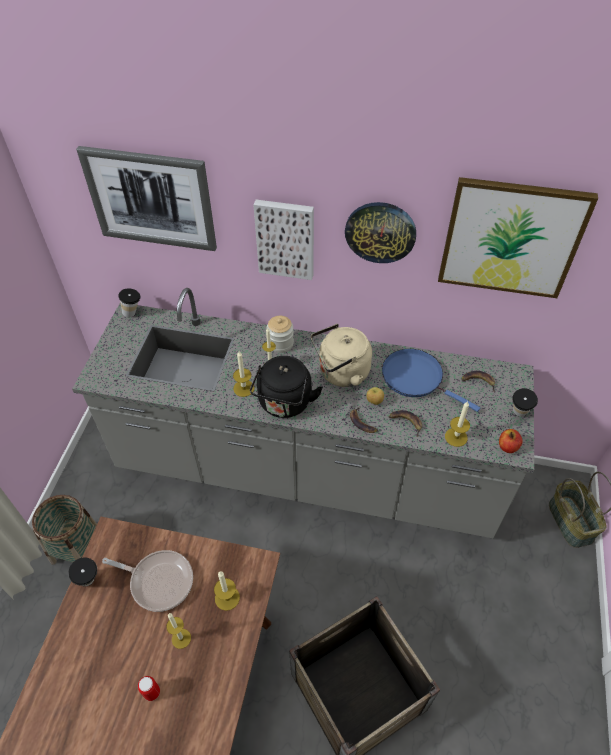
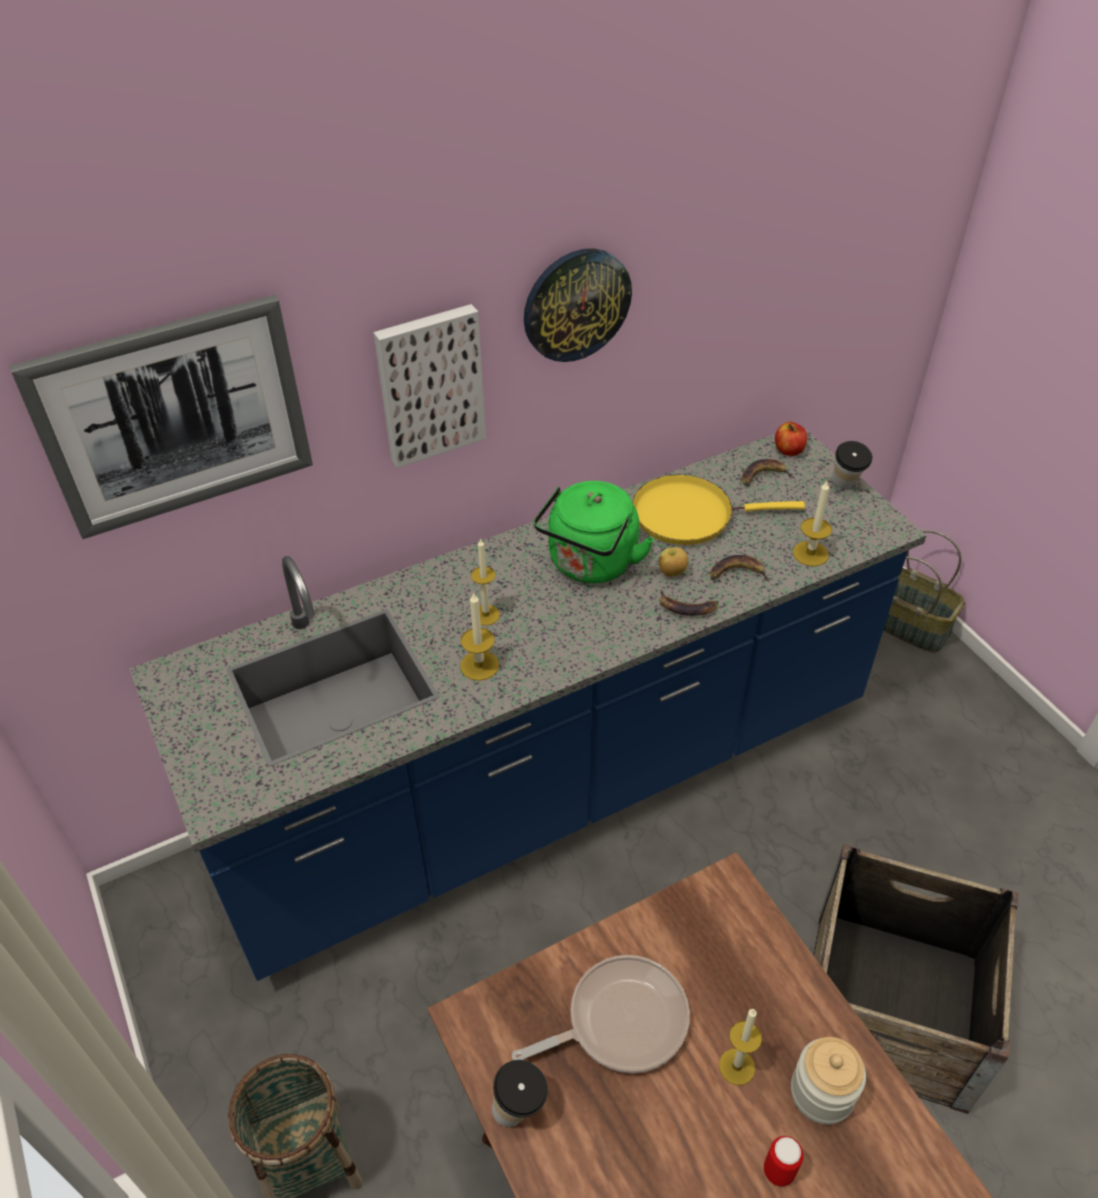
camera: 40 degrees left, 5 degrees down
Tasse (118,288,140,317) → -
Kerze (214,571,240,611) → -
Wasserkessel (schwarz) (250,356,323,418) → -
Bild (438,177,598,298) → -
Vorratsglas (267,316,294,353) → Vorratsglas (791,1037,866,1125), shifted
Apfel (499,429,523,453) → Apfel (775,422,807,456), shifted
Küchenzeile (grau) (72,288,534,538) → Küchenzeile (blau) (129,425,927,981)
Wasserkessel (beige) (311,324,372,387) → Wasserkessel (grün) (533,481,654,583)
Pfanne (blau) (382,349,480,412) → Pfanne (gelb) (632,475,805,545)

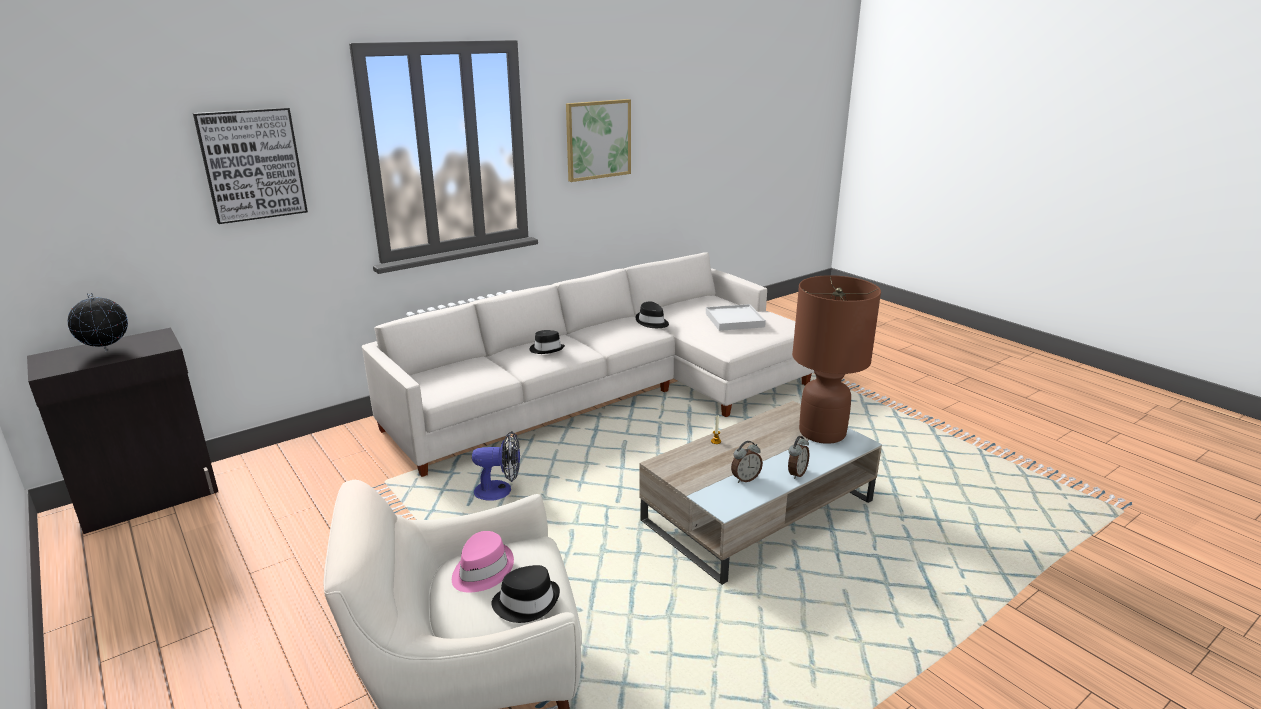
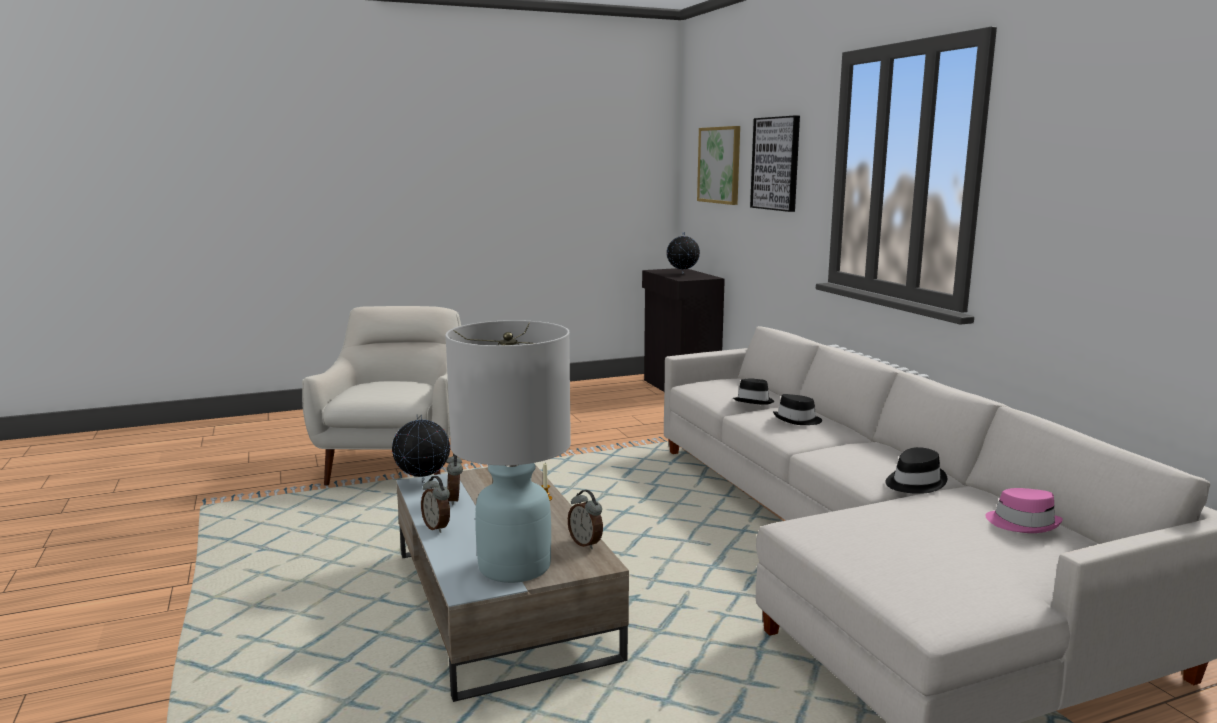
camera: 105 degrees right, 10 degrees down
Ventilator (472,431,520,501) → -
Tablett (weiß) (706,304,766,331) → -
- → Globus (392,414,450,483)
- → Wecker (568,490,603,549)
Hut (rosa) (452,531,514,592) → Hut (rosa) (985,488,1063,533), shifted
Hut (schwarz) (491,565,560,623) → Hut (schwarz) (733,378,774,405), shifted
Bild (566,99,631,182) → Bild (697,126,740,205), shifted
Tischlampe (braun) (792,275,881,444) → Tischlampe (weiß) (445,320,571,583)

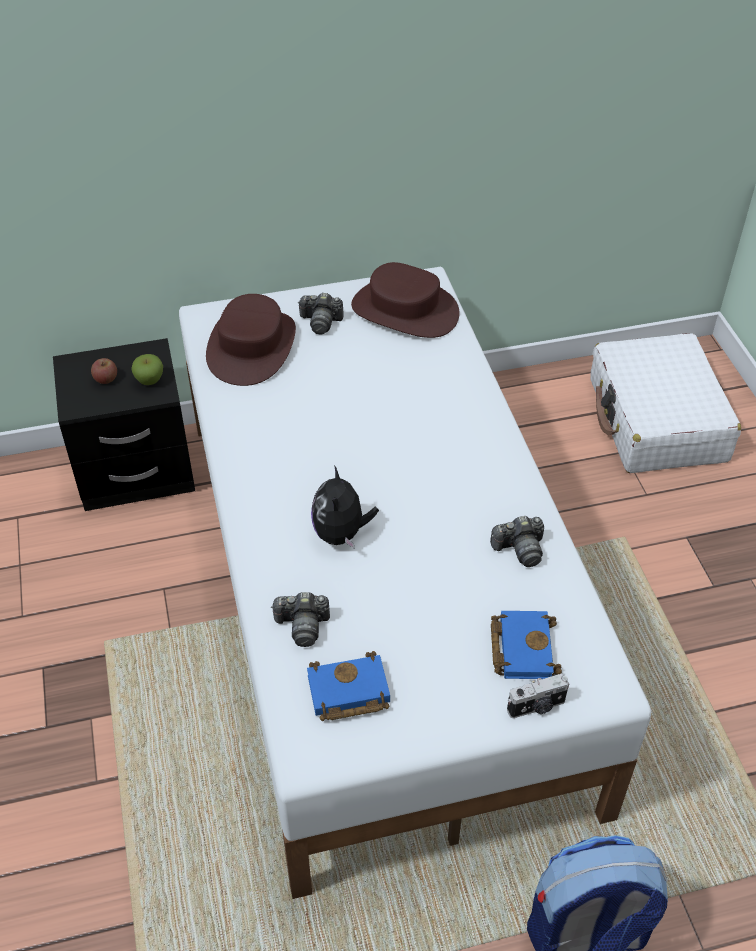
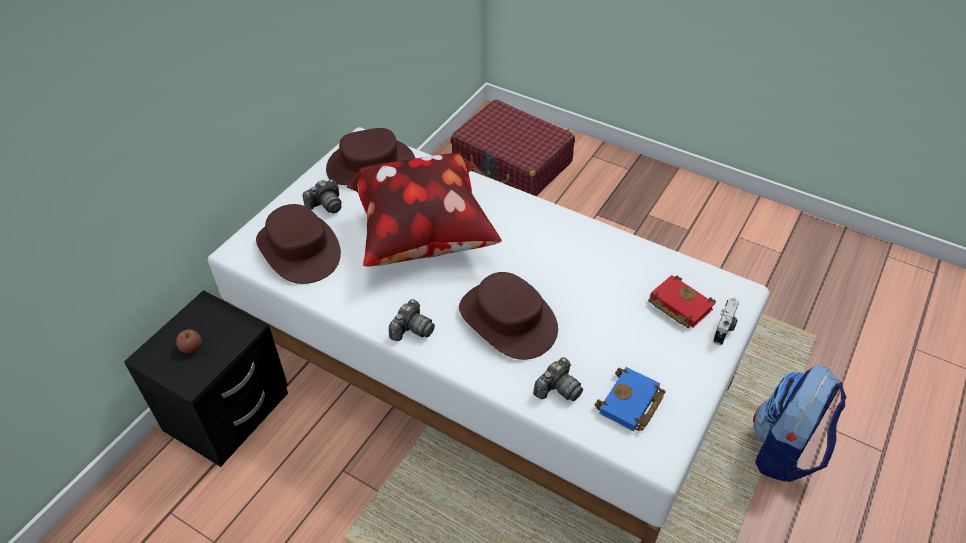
camera: 45 degrees left, 0 degrees up
Apfel (131,354,163,385) → -
- → Kissen (347,153,502,266)
Kamera (490,516,544,567) → Kamera (389,299,435,341), shifted
Plüschtier (311,465,379,548) → Hut (braun) (459,272,558,360)
Buch (blau) (491,611,562,679) → Buch (rot) (648,275,716,328)
Koffer (weiß) (590,333,741,473) → Koffer (rot) (450,100,575,196)

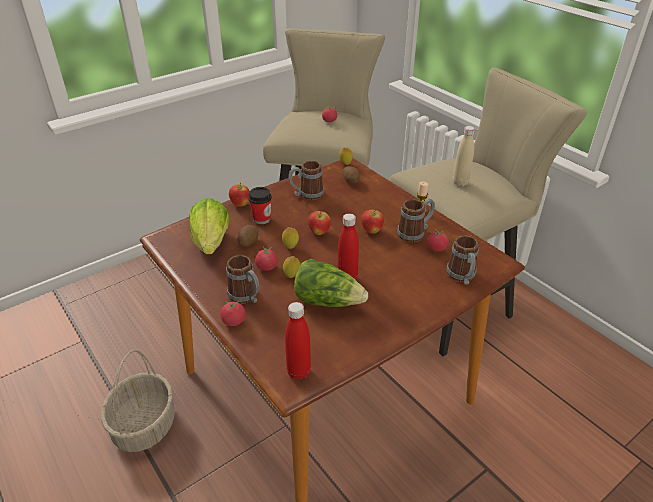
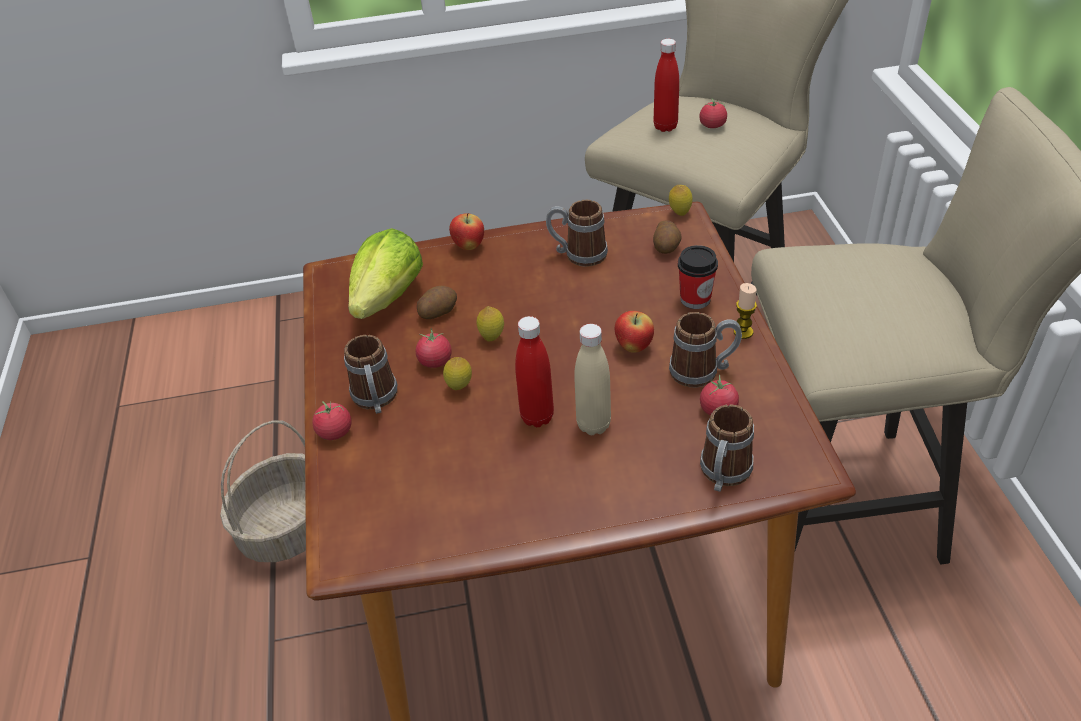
camera: 30 degrees right, 5 degrees up
Salatkopf (294,259,368,307) → -
Apfel (308,211,331,235) → -
Tasse (248,187,272,224) → Tasse (678,245,718,309), shifted
Flasche (rot) (285,302,311,380) → Flasche (rot) (653,39,679,132), shifted
Flasche (beige) (453,126,475,187) → Flasche (beige) (574,324,611,435), shifted

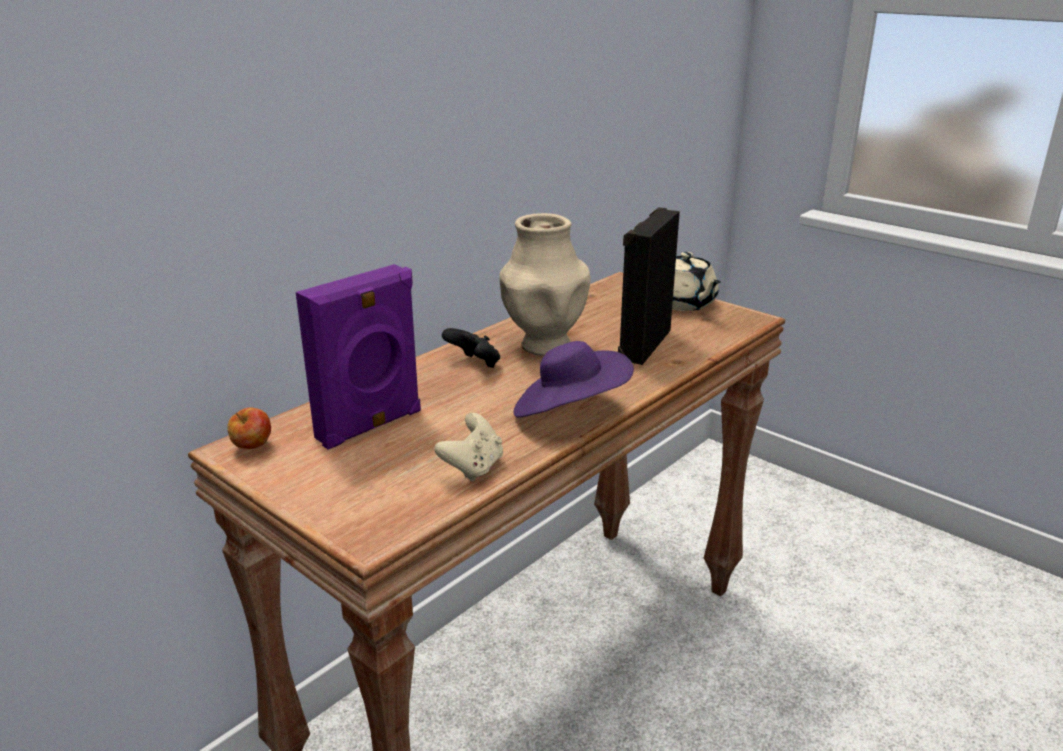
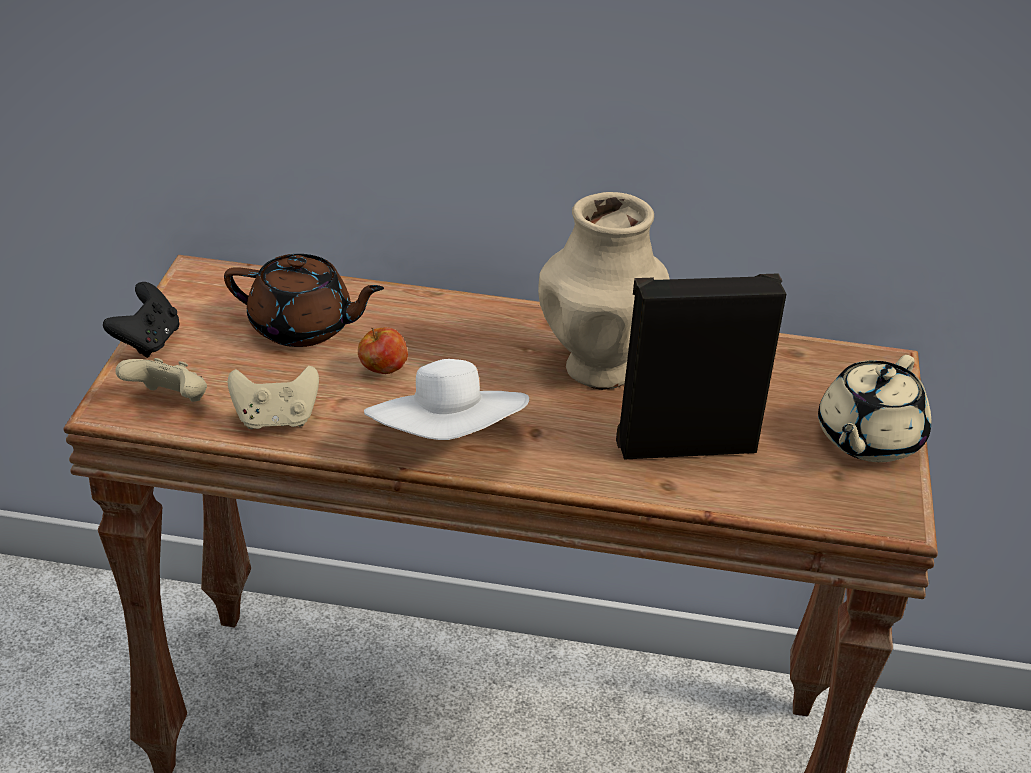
camera: 55 degrees right, 10 degrees up
- → Gamepad (beige) (115,358,207,402)
Apfel (227,407,271,449) → Apfel (358,327,408,374), shifted
Gamepad (schwarz) (442,328,500,368) → Gamepad (schwarz) (103,282,180,358), shifted
Lautsprecher (lila) (296,264,421,449) → Teekanne (braun) (224,254,384,347)
Hut (lila) (513,341,634,417) → Hut (weiß) (364,359,529,440)

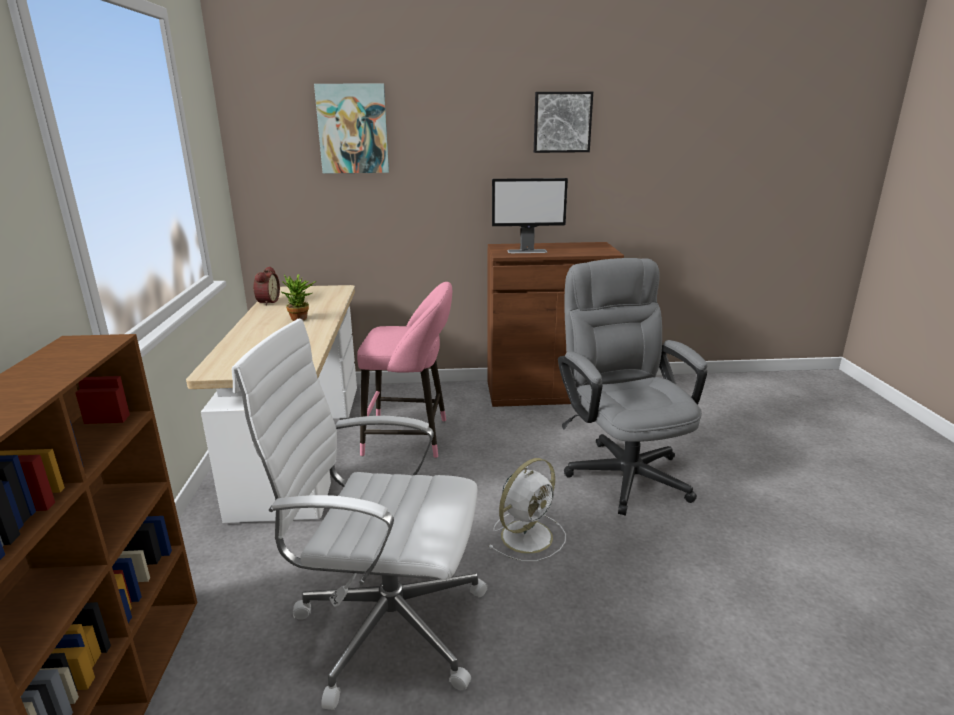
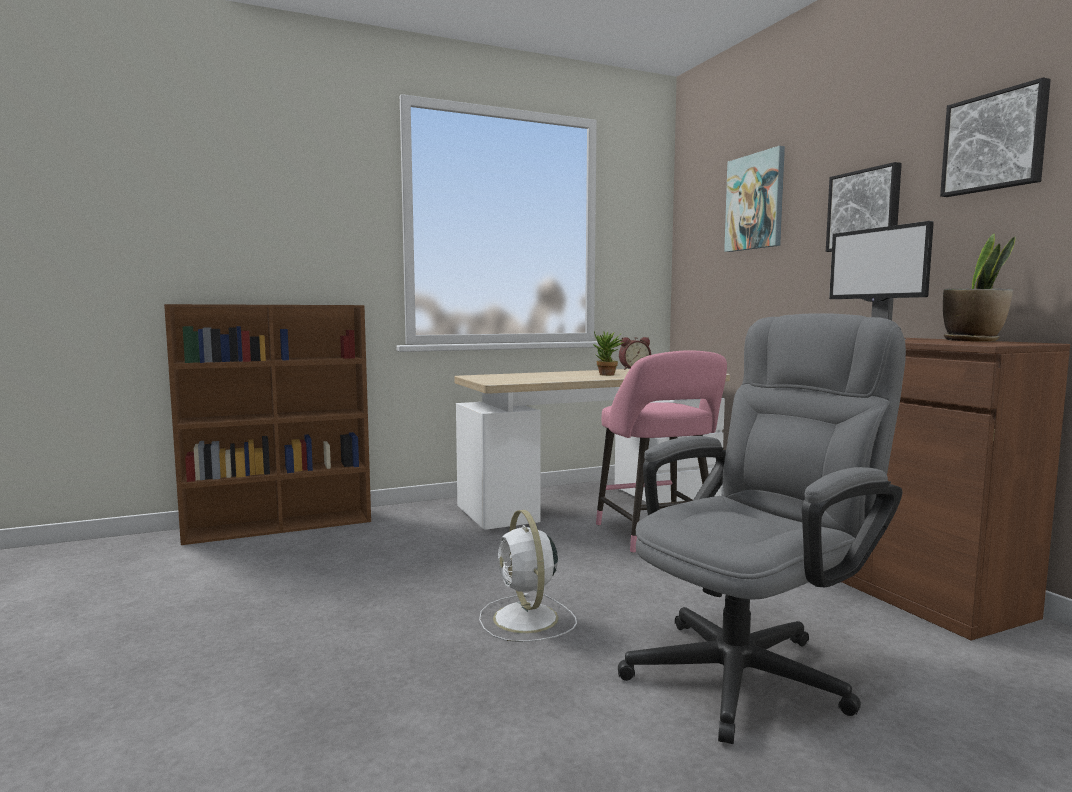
camera: 70 degrees right, 15 degrees down
Bürostuhl (weiß) (232,319,488,710) → -
- → Bild (826,162,902,252)
- → Topfpflanze (943,234,1016,342)
Ventilator (weiß) (488,458,566,562) → Ventilator (weiß) (479,510,577,642), 45 degrees clockwise

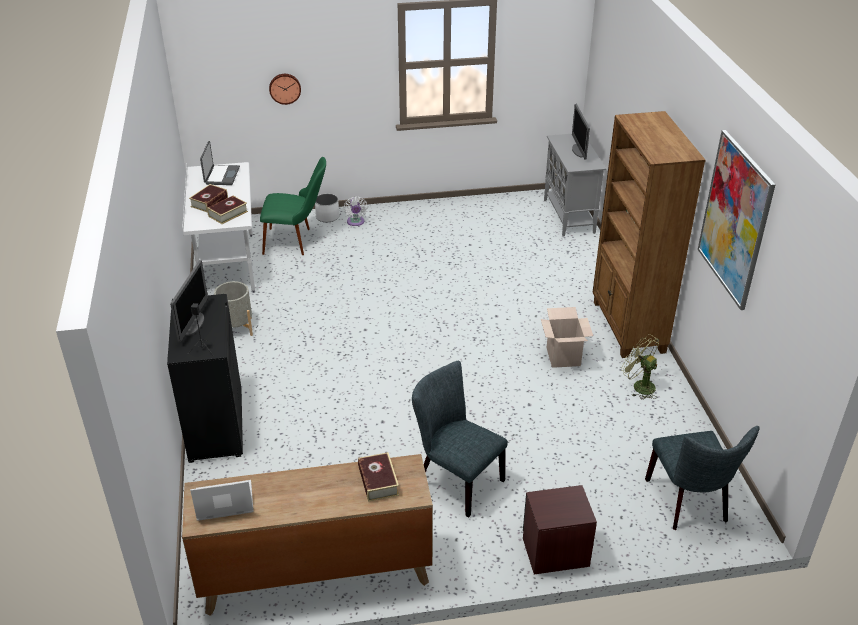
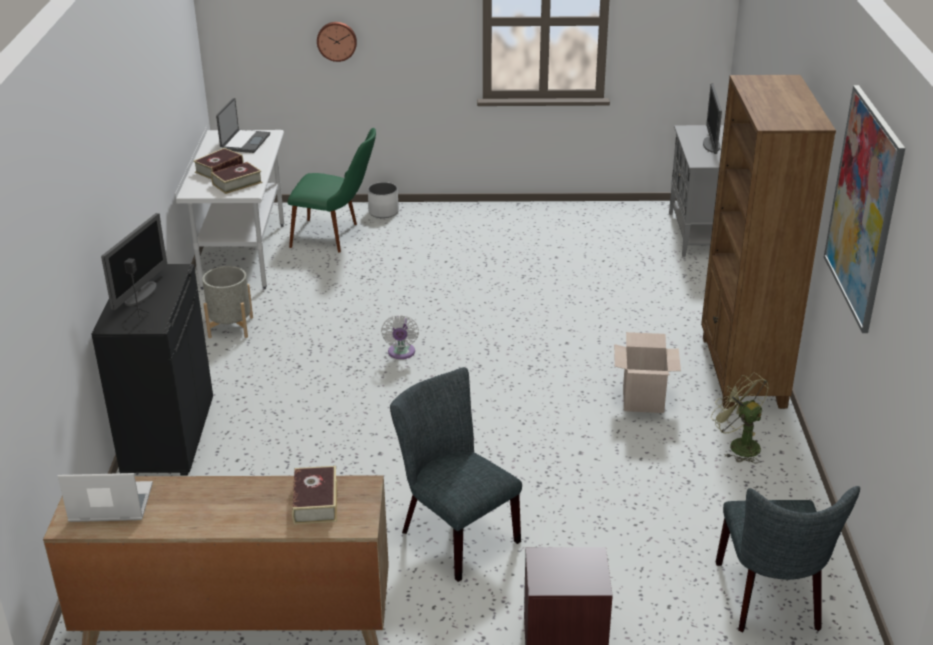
camera: 10 degrees right, 5 degrees down
Ventilator (weiß) (343,197,368,226) → Ventilator (weiß) (381,315,419,359), shifted

